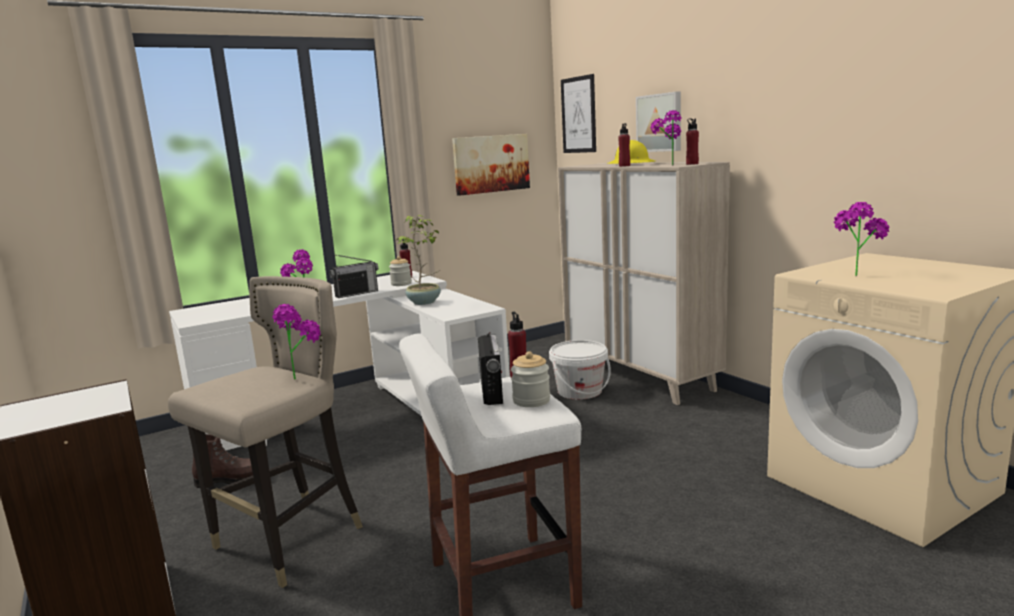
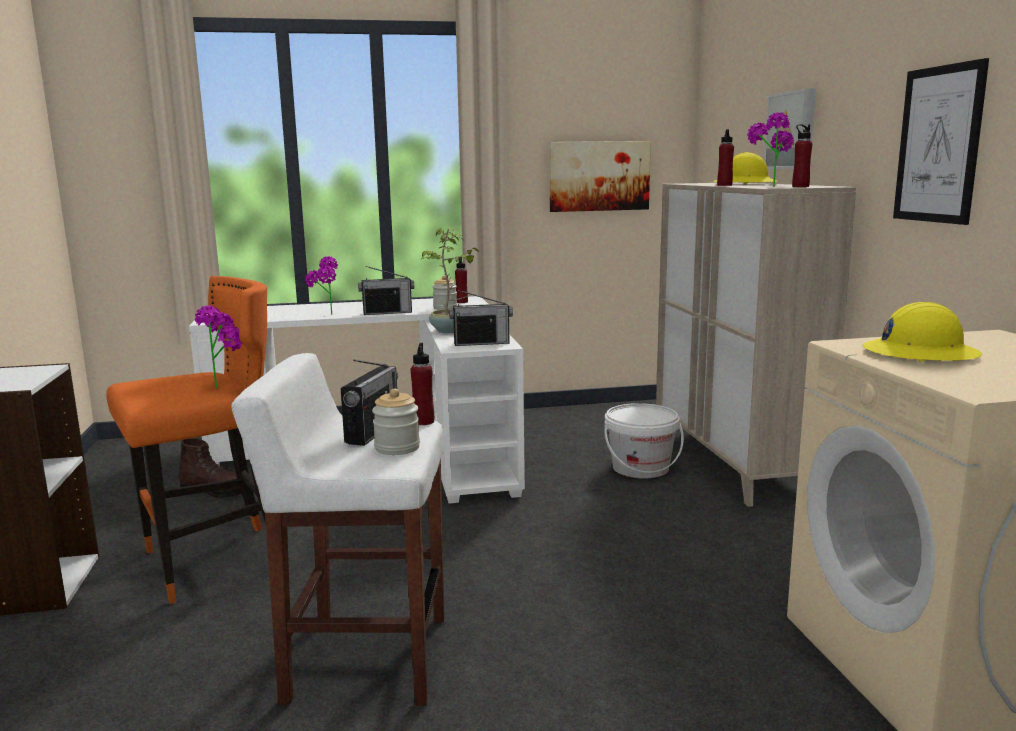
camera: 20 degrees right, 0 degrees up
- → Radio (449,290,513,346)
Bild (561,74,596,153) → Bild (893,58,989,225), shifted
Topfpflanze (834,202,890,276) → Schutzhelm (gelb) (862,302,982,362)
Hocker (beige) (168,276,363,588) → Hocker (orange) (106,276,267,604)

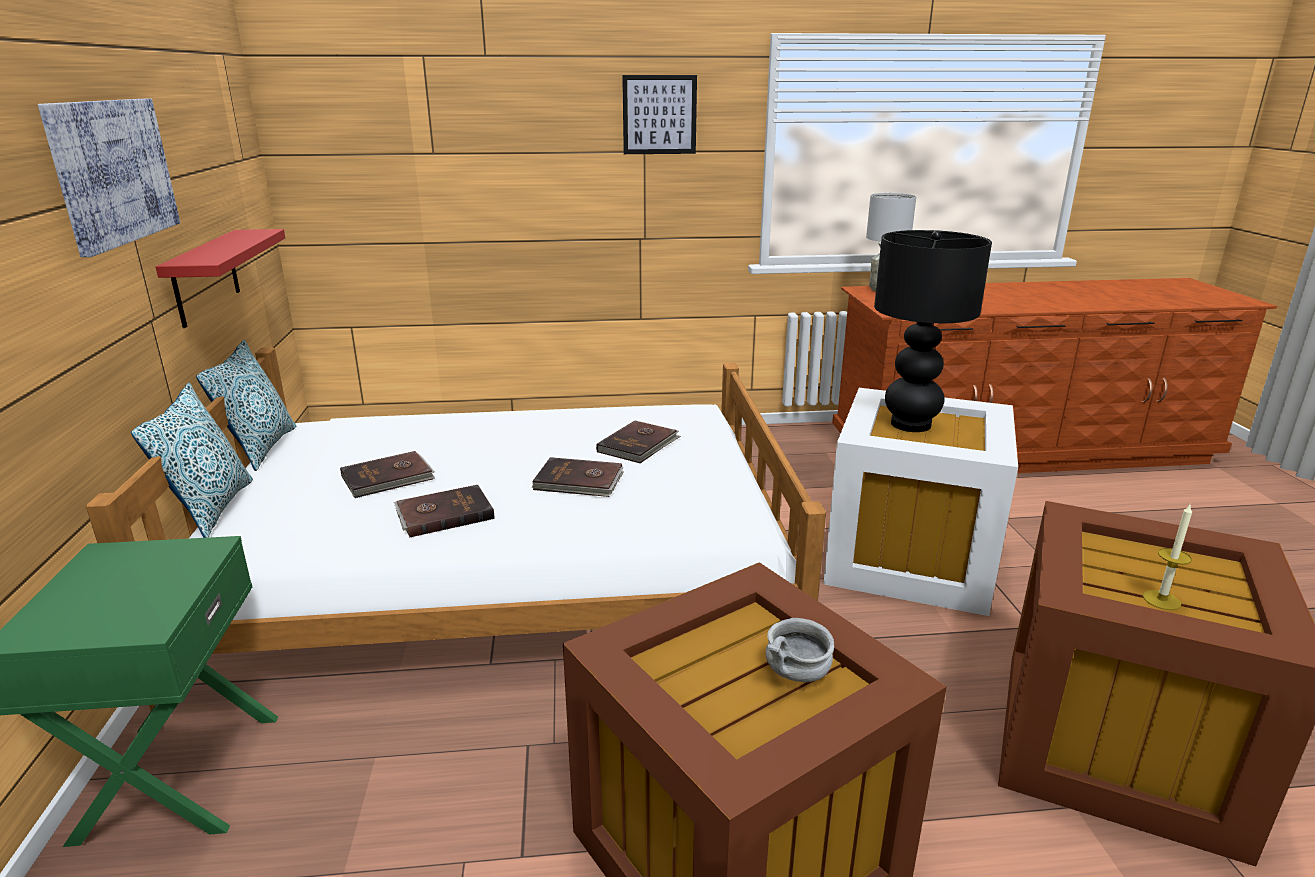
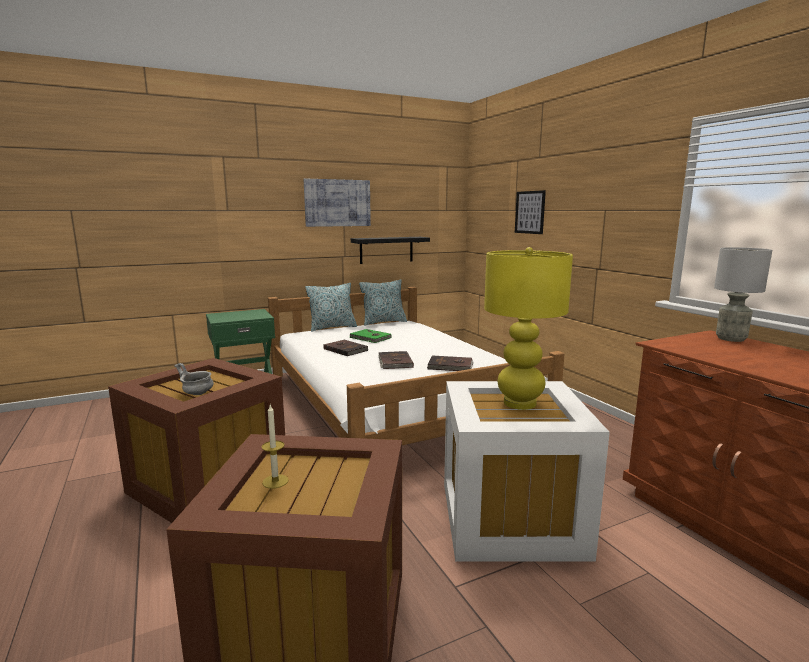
camera: 70 degrees right, 10 degrees down
Bild (622,75,697,154) → Bild (515,190,546,234), shifted
Wandregal (rot) (156,229,285,328) → Wandregal (schwarz) (351,237,430,264)
Buch (braun) (340,451,435,498) → Buch (grün) (349,329,391,343)
Tischlampe (schwarz) (874,230,992,432) → Tischlampe (gelb) (484,247,573,410)

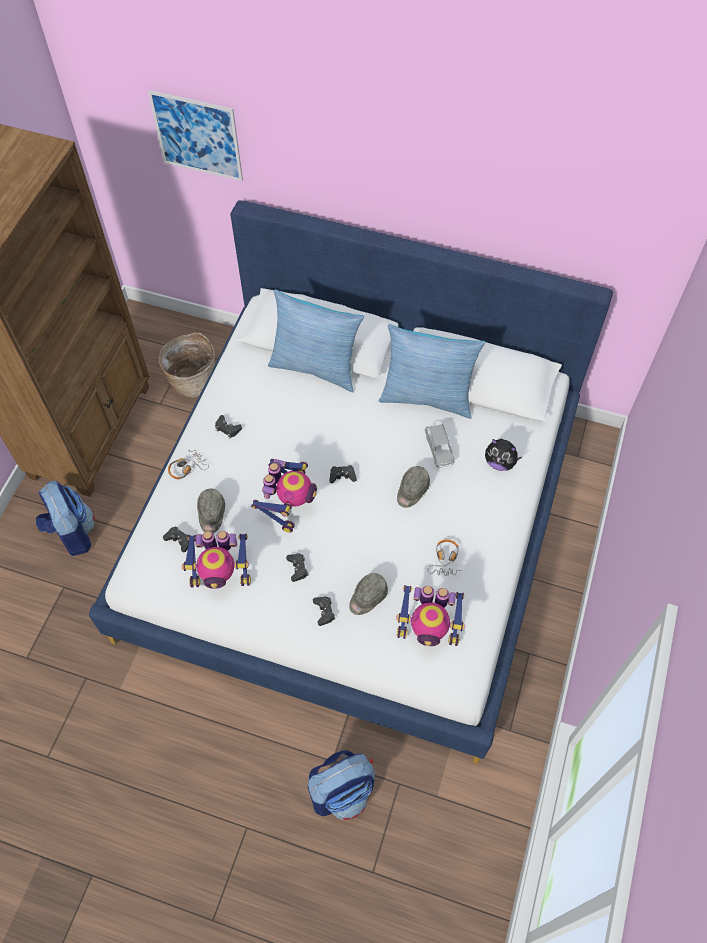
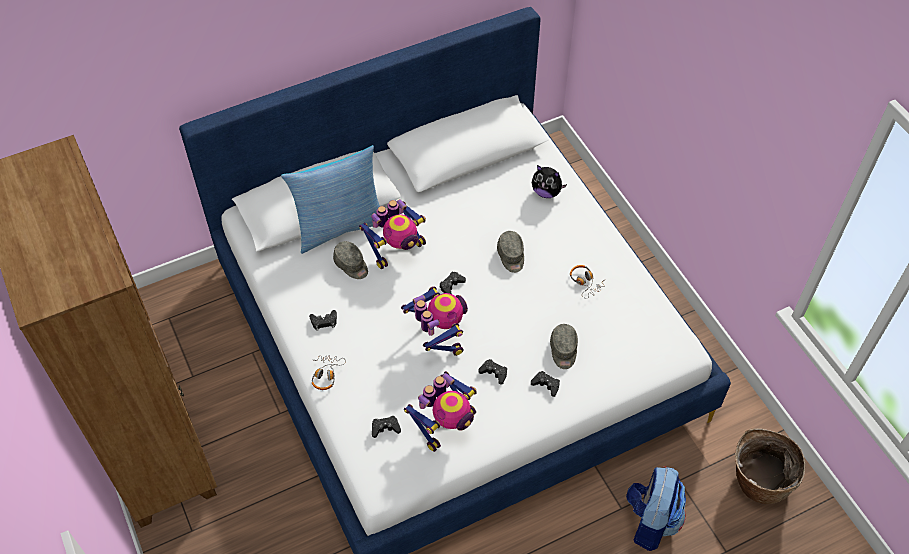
camera: 45 degrees left, 5 degrees down
Rucksack (36,481,95,556) → -
Bild (148,90,243,181) → -
Kissen (379,324,486,419) → -
Spielzeugauto (grau) (425,424,455,468) → -
Korb (158,333,215,398) → Korb (735,428,805,504), shifted
Kappe (grau) (197,489,225,533) → Kappe (grau) (333,241,368,279), shifted
Spielzeugroboter (396,585,465,646) → Spielzeugroboter (359,199,426,269), shifted
Plüschtier (485,439,523,471) → Plüschtier (532,165,567,198), 45 degrees clockwise

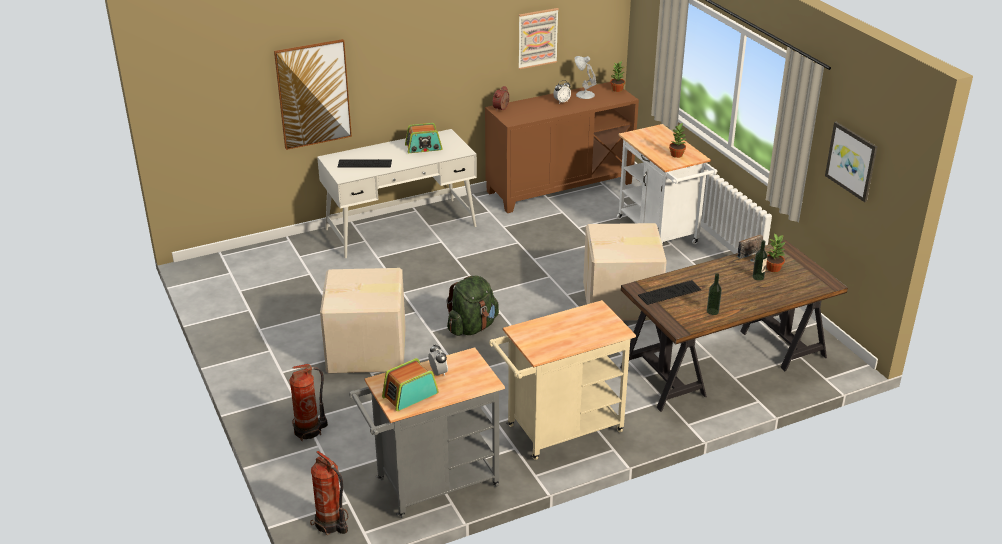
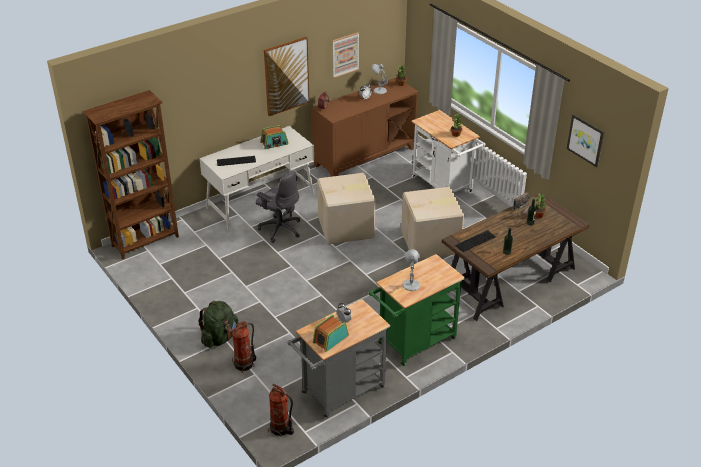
camera: 10 degrees left, 5 degrees up
- → Bücherregal (braun) (83,90,179,259)
- → Bürostuhl (grau) (256,171,300,243)
- → Tischlampe (weiß) (403,249,420,291)
Bild (274,39,352,150) → Bild (264,37,309,117), shifted
Karton (320,268,406,374) → Karton (317,173,375,244), shifted
Rucksack (grün) (447,276,499,336) → Rucksack (grün) (198,301,239,348), shifted
Rollwagen (beige) (489,300,636,460) → Rollwagen (grün) (369,254,465,366)

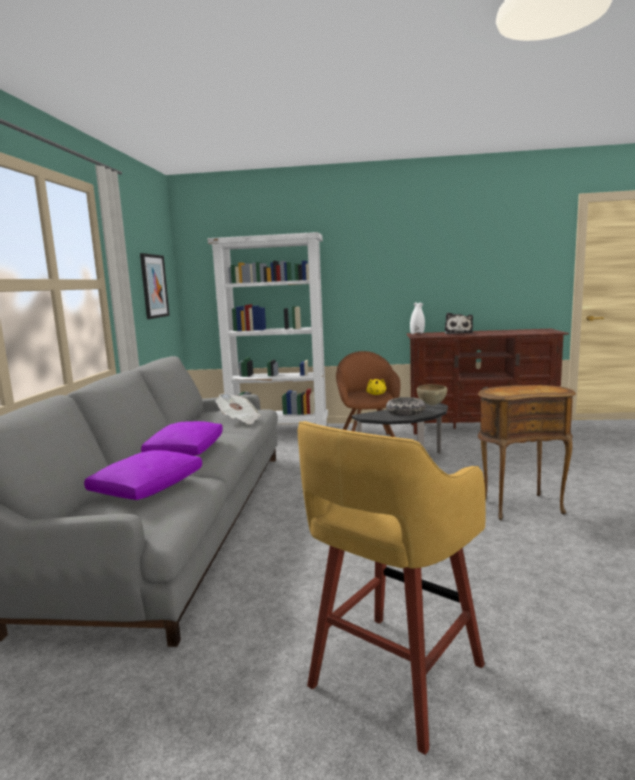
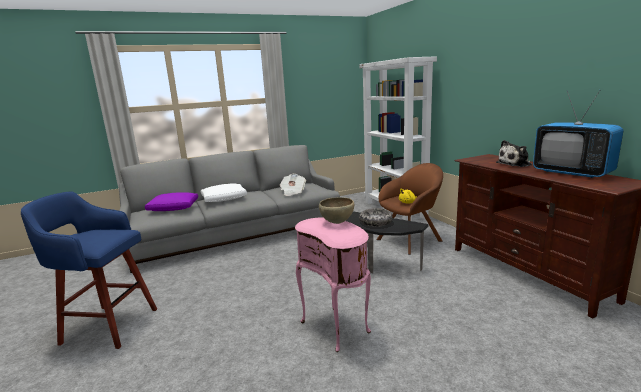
camera: 60 degrees right, 5 degrees up
Bild (140,253,170,319) → -
Vase (weiß) (410,302,425,334) → -
- → Fernseher (533,90,624,178)
Schüssel (braun) (417,384,447,405) → Schüssel (braun) (319,197,355,224), shifted
Kissen (lila) (141,421,223,456) → Kissen (weiß) (201,183,247,202)
Hocker (gelb) (298,421,486,755) → Hocker (blau) (21,191,157,349)
Beistelltisch (braun) (478,385,576,520) → Beistelltisch (rosa) (295,217,371,352)

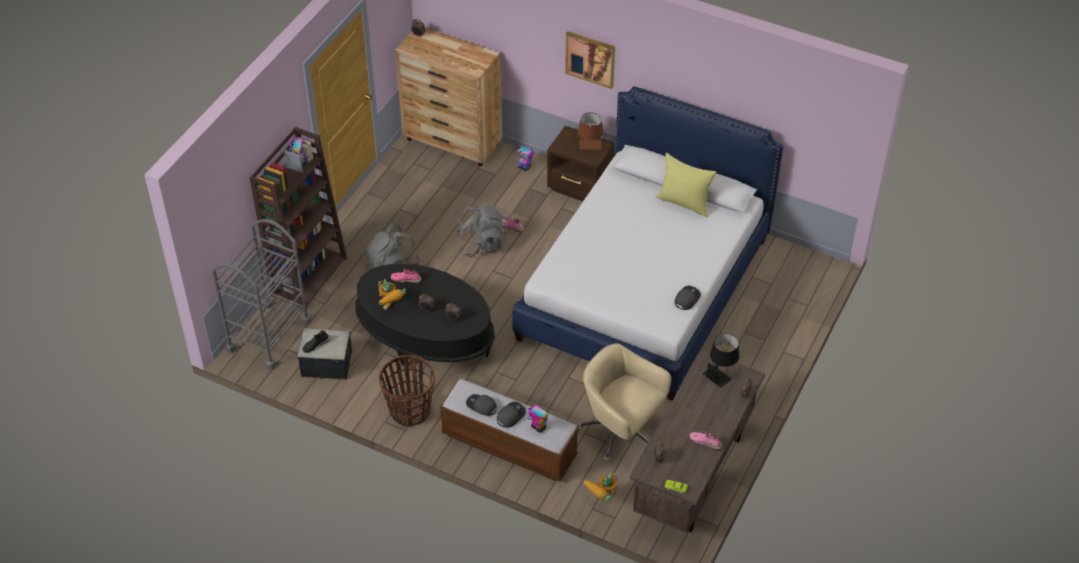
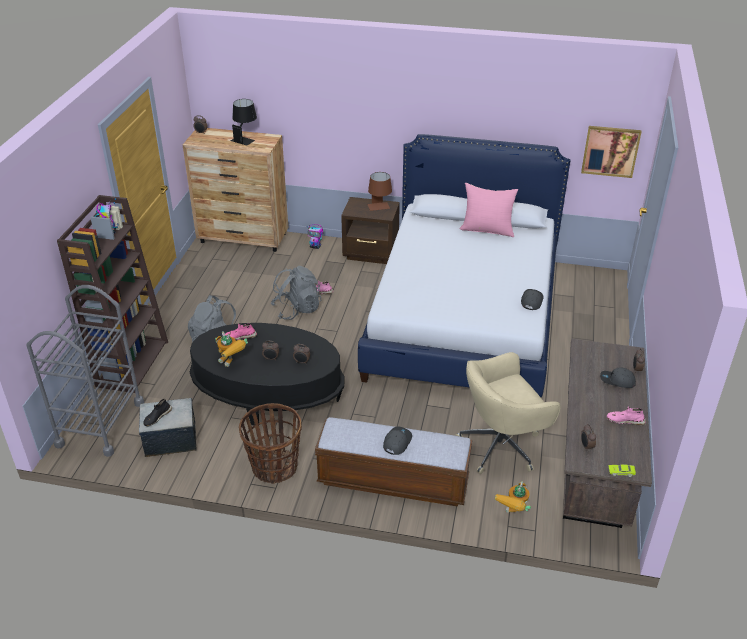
camera: 15 degrees left, 10 degrees down
Spielzeugroboter (527,397,551,433) → -
Kappe (grau) (466,394,497,416) → Kappe (grau) (600,367,636,388), shifted
Bild (565,32,615,89) → Bild (581,126,642,178), shifted
Tischlampe (schwarz) (702,333,739,388) → Tischlampe (schwarz) (231,99,257,146), shifted
Kissen (gelb) (656,153,716,217) → Kissen (rosa) (459,183,518,237)
Bürostuhl (beige) (577,343,671,463) → Bürostuhl (beige) (455,352,560,474), 45 degrees counterclockwise

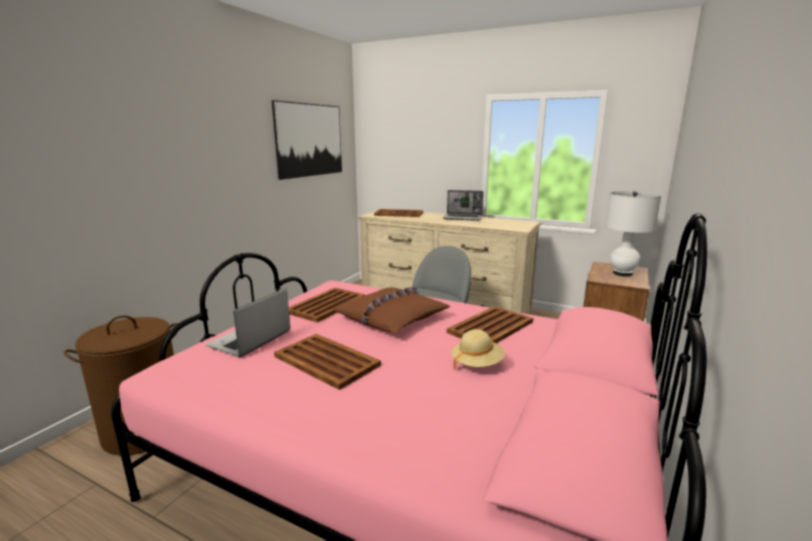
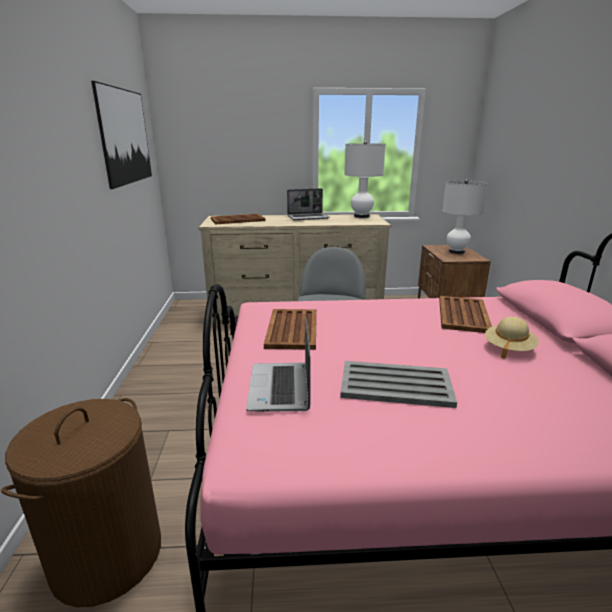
camera: 30 degrees left, 5 degrees up
Kissen (braun) (333,287,450,333) → -
- → Tischlampe (weiß) (344,141,386,218)
Tablett (braun) (274,334,381,390) → Tablett (grau) (340,361,457,408)

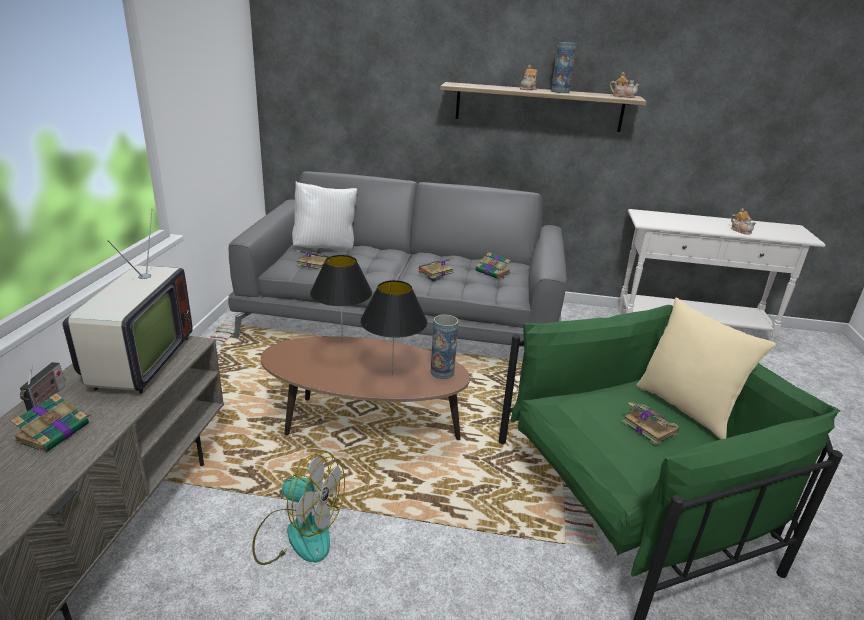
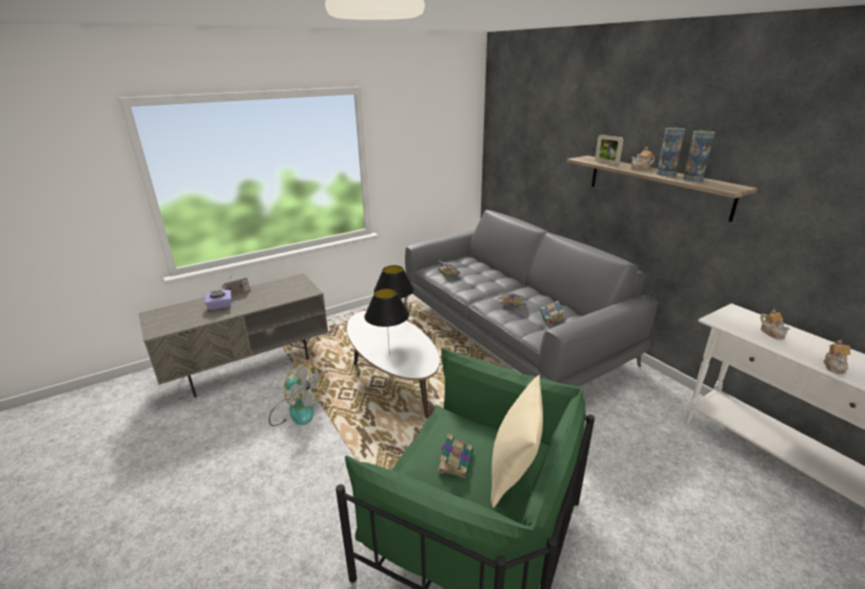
camera: 50 degrees right, 0 degrees up
Fernseher (63,209,193,394) → -
Kissen (weiß) (292,182,357,250) → -
- → Bilderrahmen (595,135,623,165)
Vase (431,314,458,379) → Vase (683,131,715,182), shifted
Teekanne (610,72,640,98) → Teekanne (761,310,790,339), shifted
Buch (11,394,90,453) → Taschentuchbox (lila) (204,290,232,310)
Couchtisch (braun) (261,337,470,440) → Couchtisch (weiß) (347,311,440,418)
Ventilator (252,451,345,565) → Ventilator (269,362,322,426), 45 degrees counterclockwise

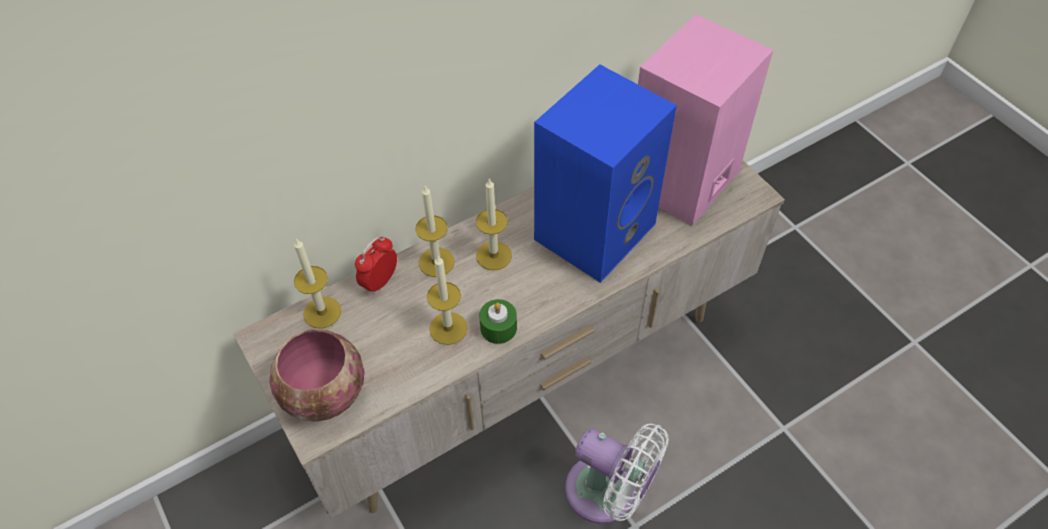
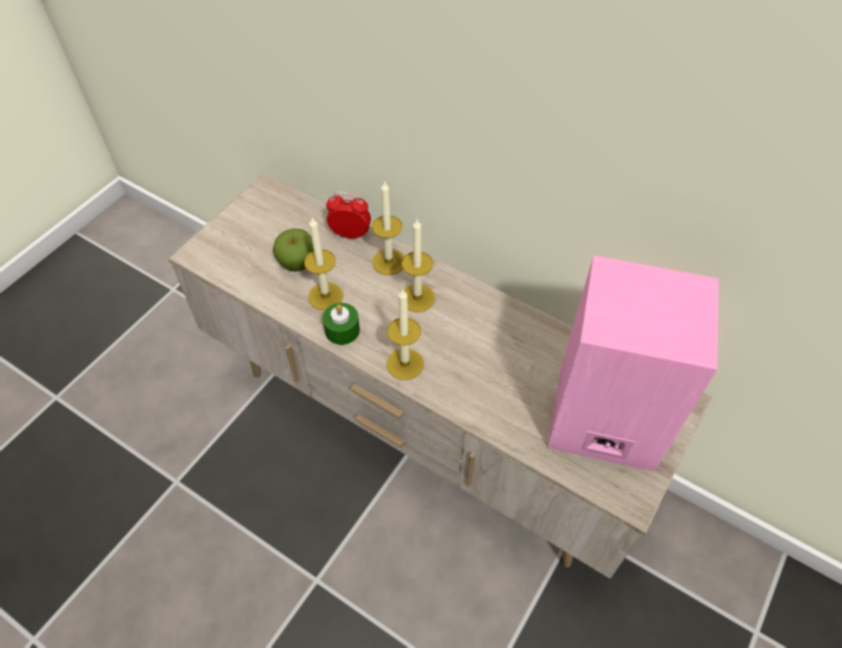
camera: 65 degrees right, 0 degrees up
Schüssel (270,329,364,422) → -
Lautsprecher (blau) (534,64,677,283) → -
Ventilator (weiß) (565,423,669,524) → -
- → Apfel (273,229,314,271)
Kerze (294,238,341,329) → Kerze (387,289,424,380), shifted

